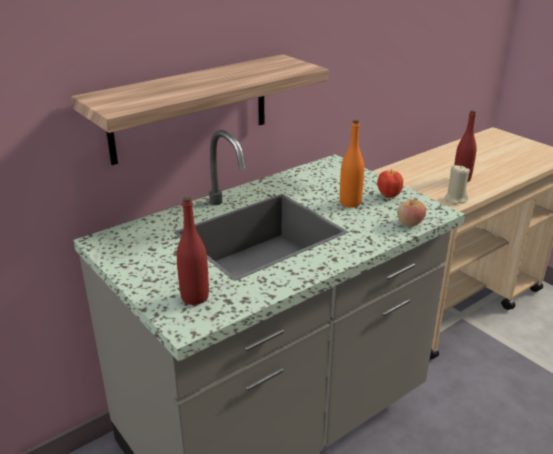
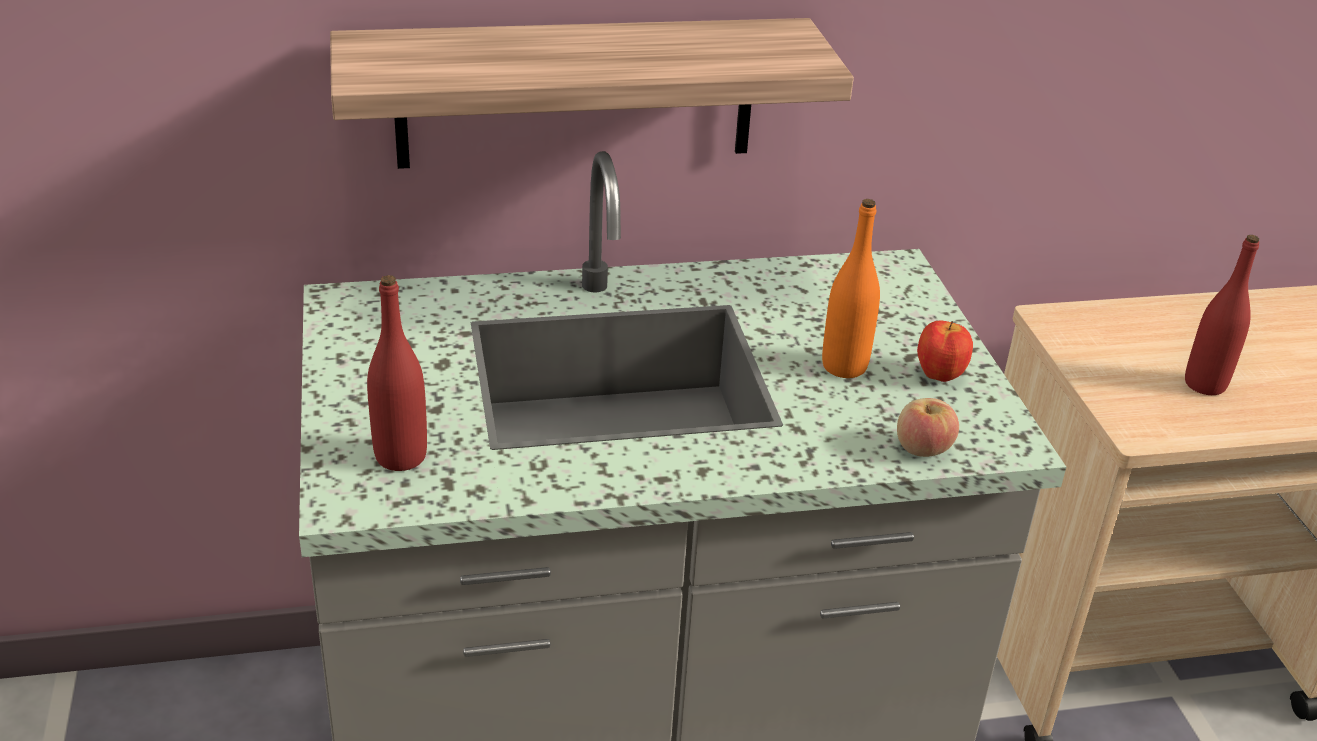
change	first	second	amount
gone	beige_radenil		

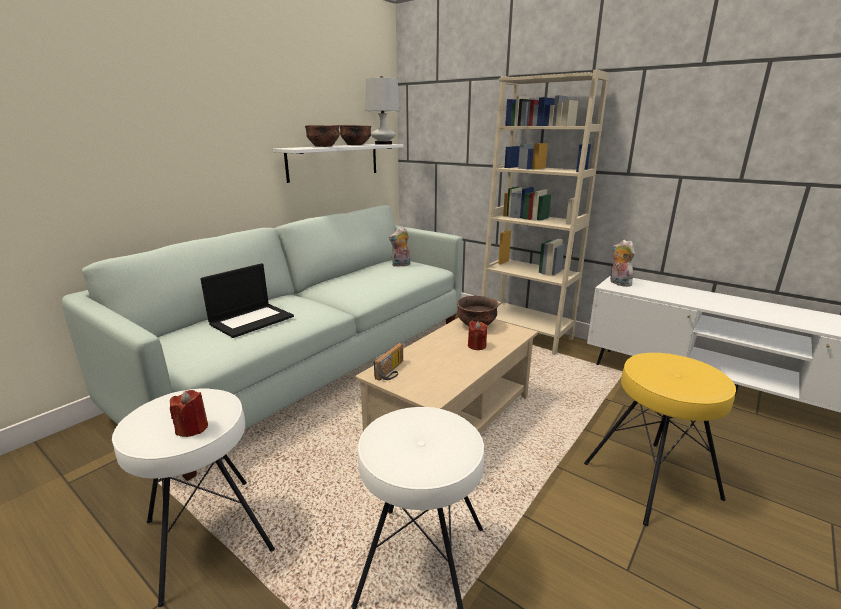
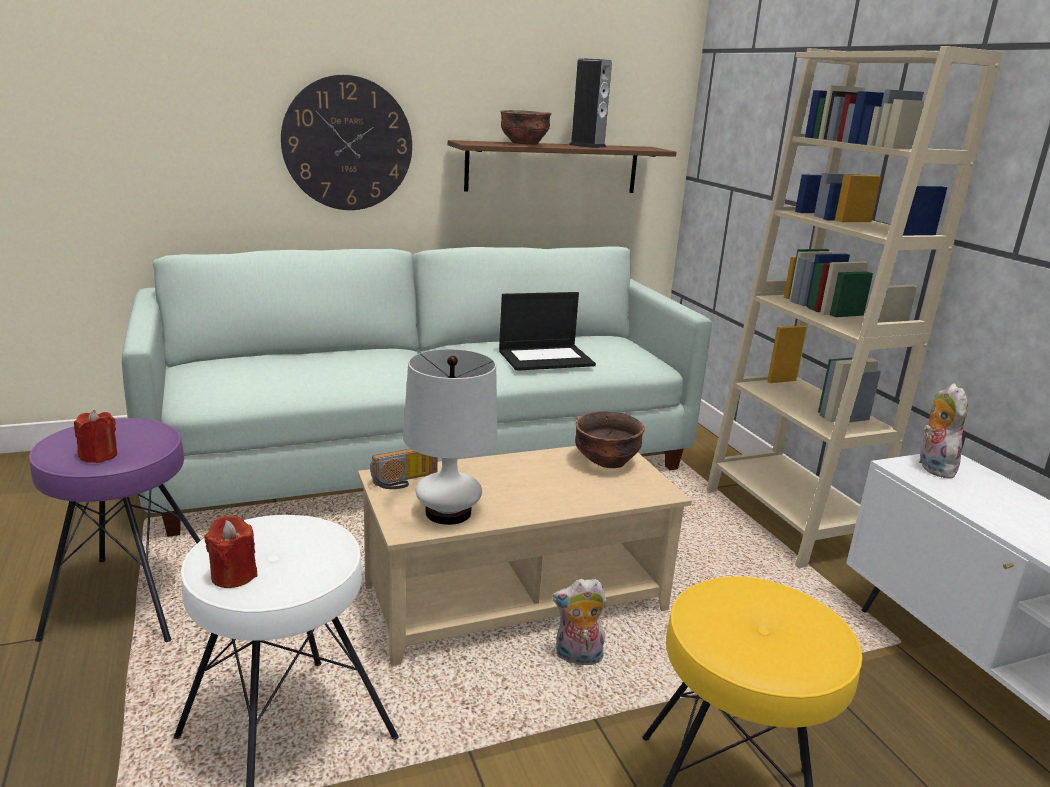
change	first	second	amount
repainted	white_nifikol (no. 1 from left)	purple_nifikol	
shifted	red_radenil (no. 2 from left)		
new		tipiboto	
shifted	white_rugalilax		
repainted	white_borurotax	brown_borurotax	
shifted	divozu		
shifted	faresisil (no. 1 from left)		
swapped	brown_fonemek (no. 2 from left)	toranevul	

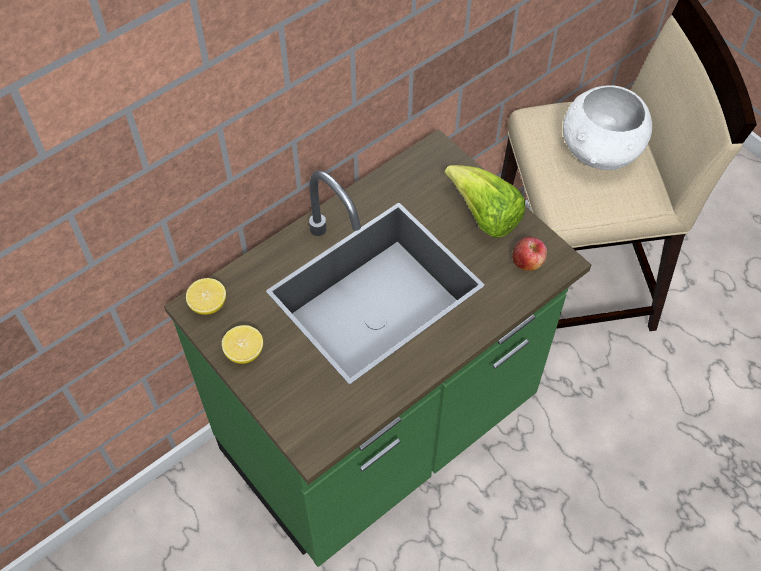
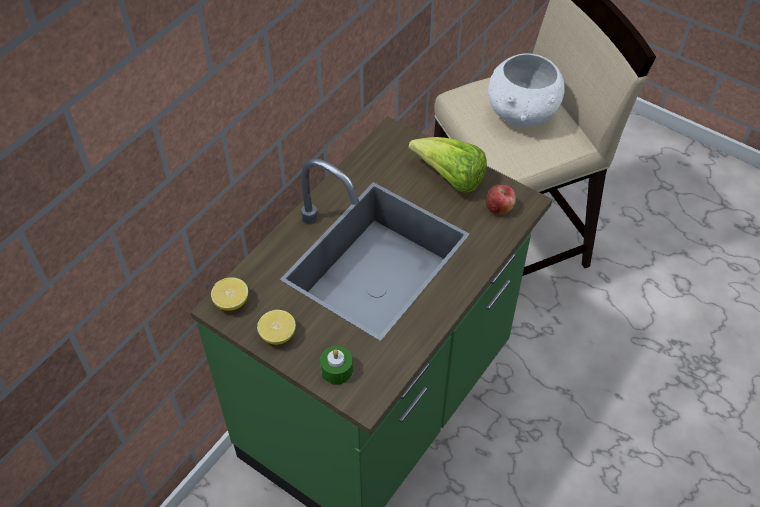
change	first	second	amount
new		green_radenil	

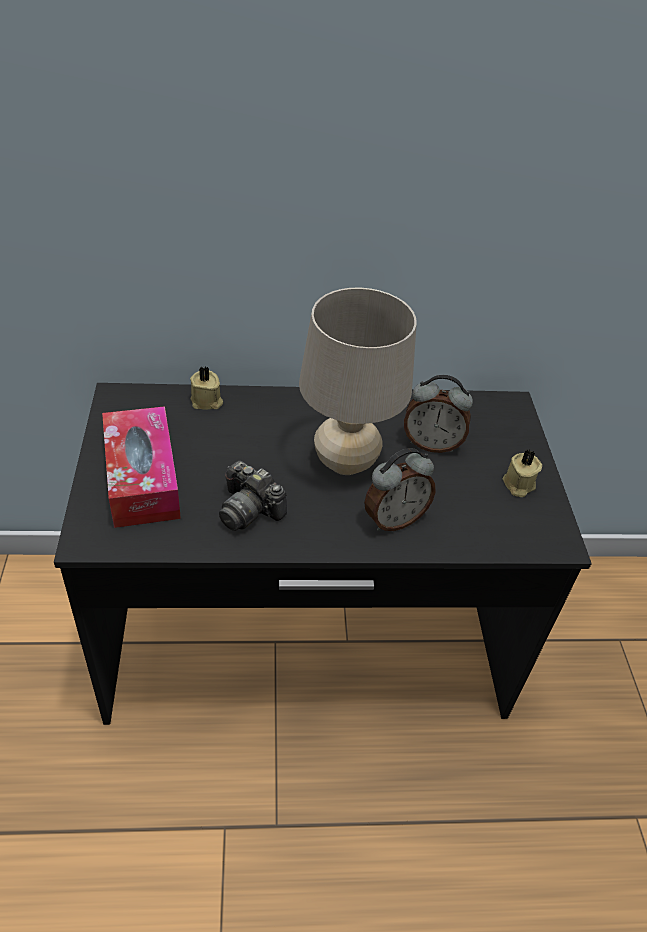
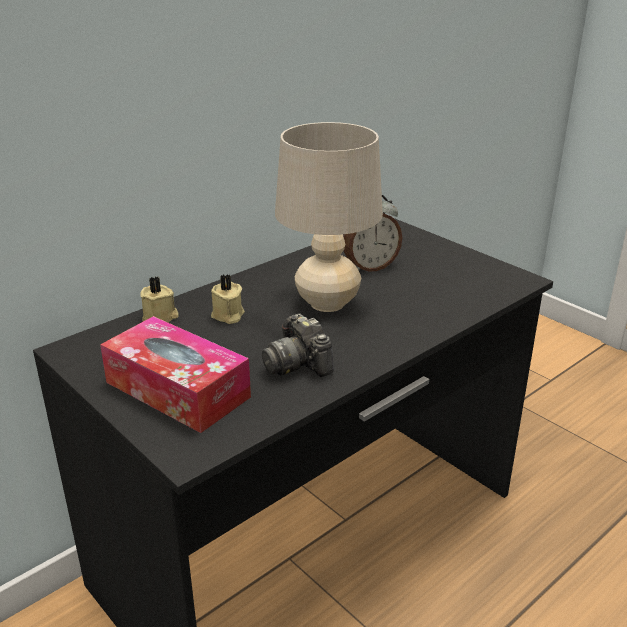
change	first	second	amount
shifted	beige_radenil (no. 2 from left)		
rotated	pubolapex		60 degrees clockwise
gone	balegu (no. 1 from left)		

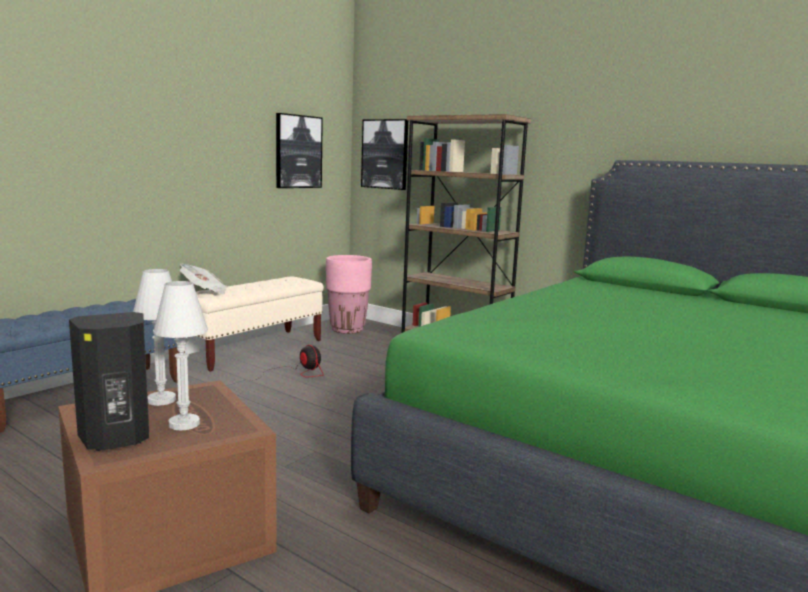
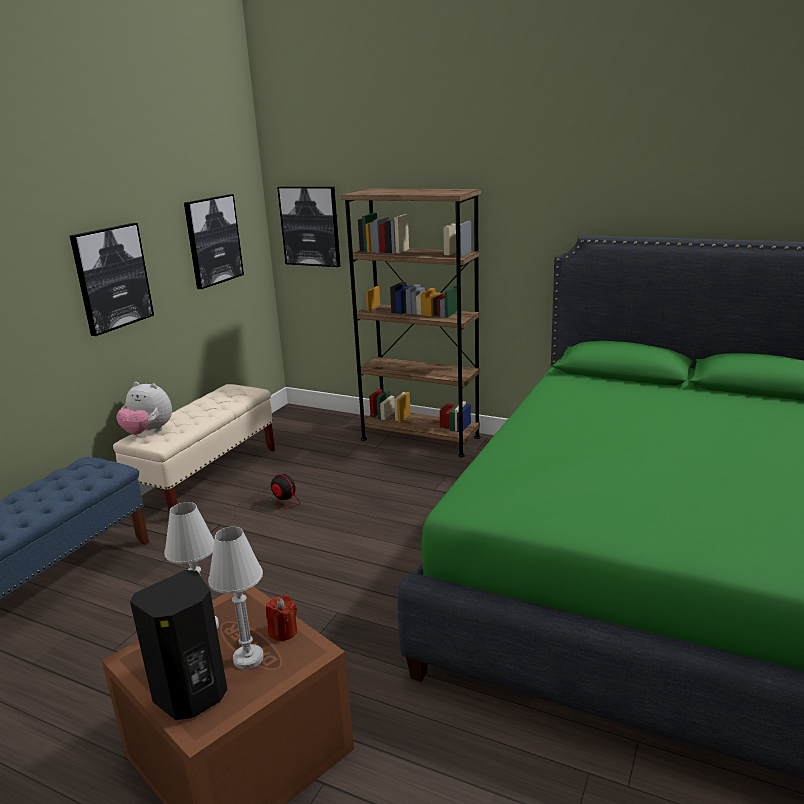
change	first	second	amount
new		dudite (no. 1 from left)	
swapped	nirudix	faresisil	
new		red_radenil	
gone	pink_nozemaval		

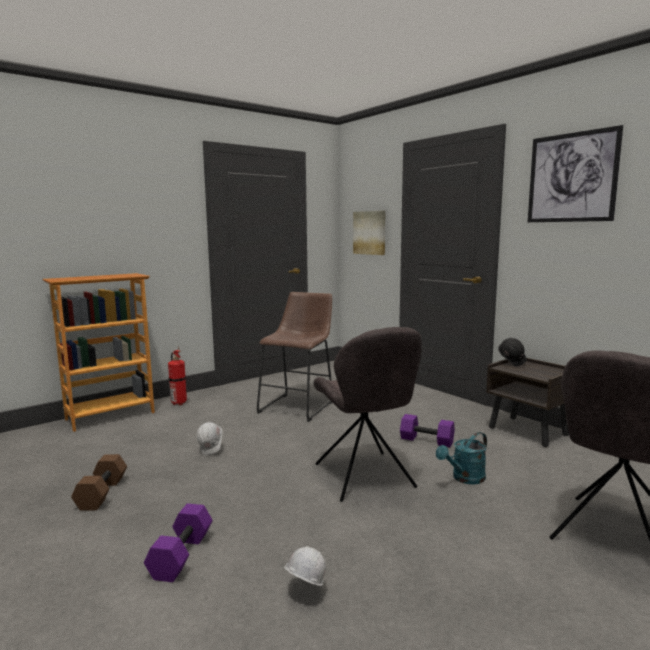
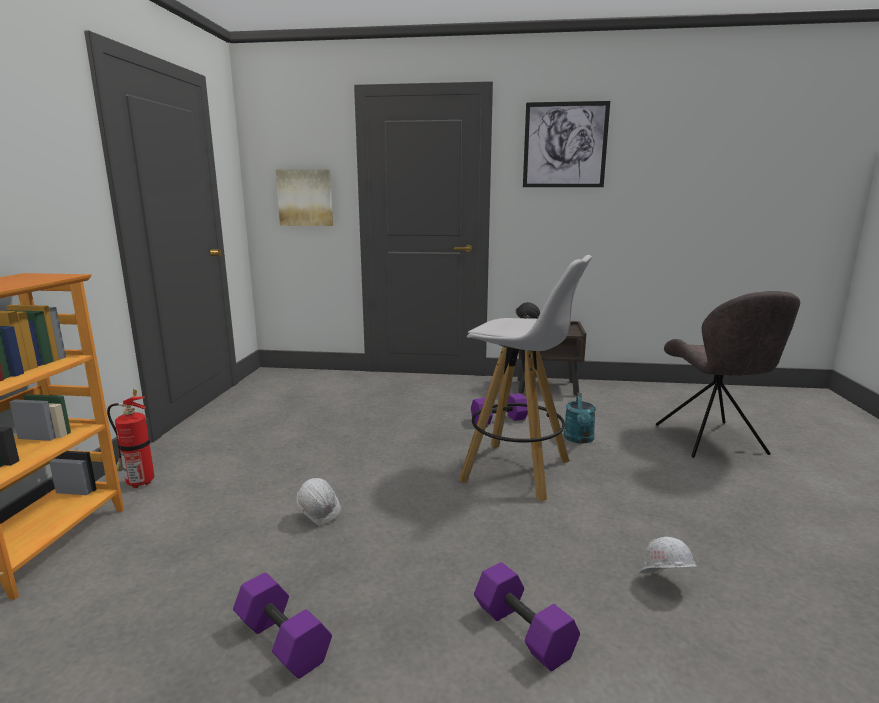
change	first	second	amount
repainted	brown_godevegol	purple_godevegol (no. 1 from left)	
swapped	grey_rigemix (no. 1 from left)	white_nifikol	
gone	brown_nifikol		

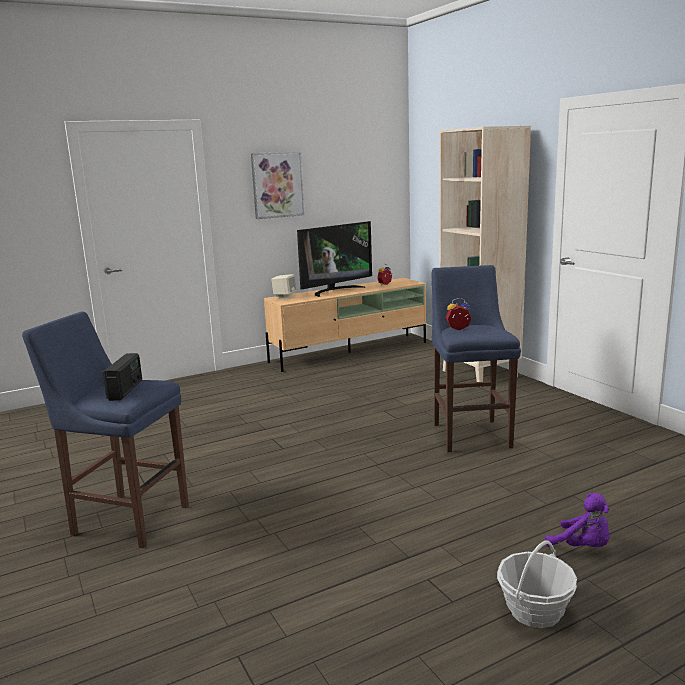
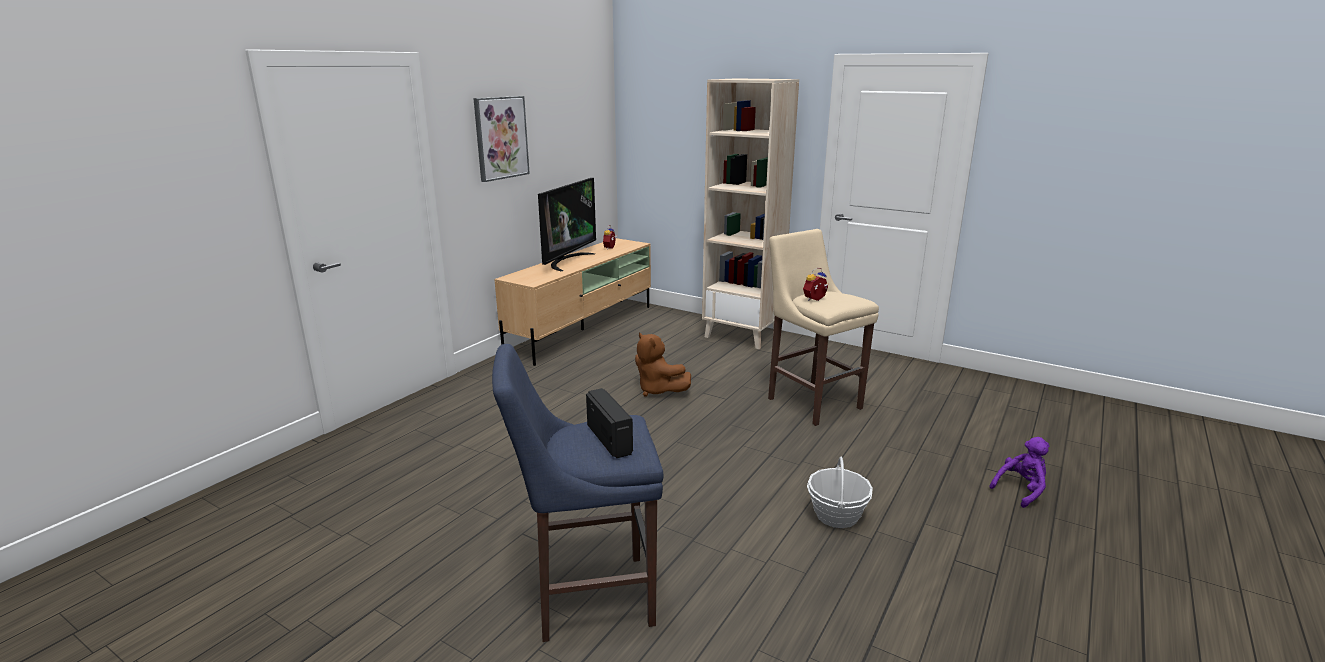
change	first	second	amount
new		brown_faresisil	
repainted	blue_nifikol (no. 2 from left)	beige_nifikol	
shifted	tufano		
rotated	purple_faresisil		45 degrees counterclockwise
gone	beige_toranevul		

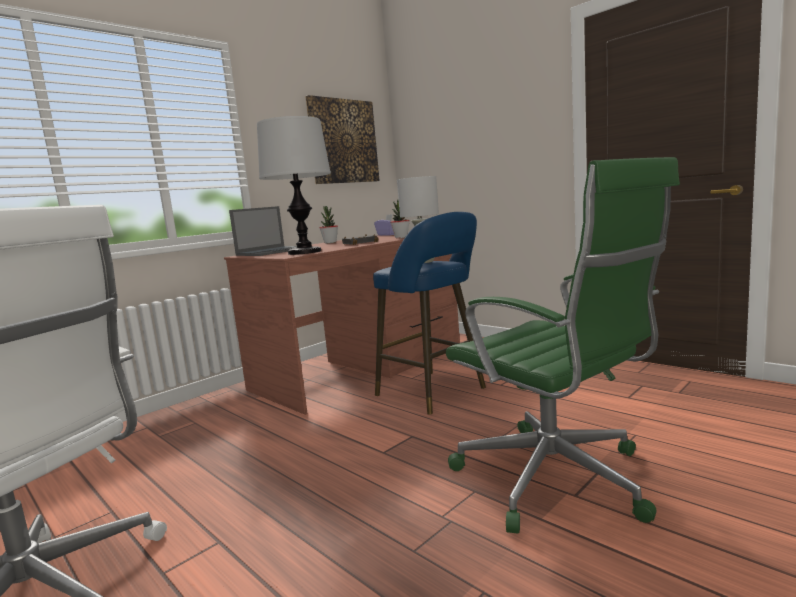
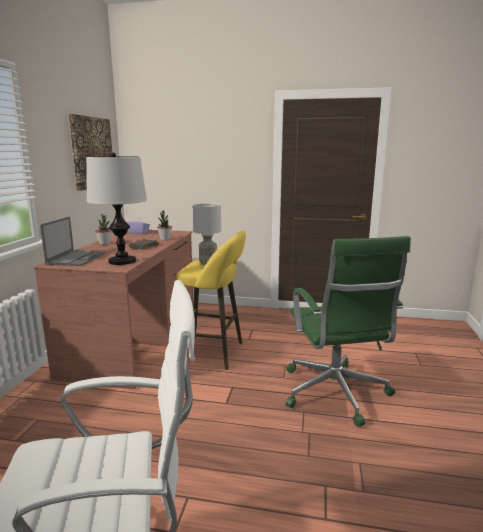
change	first	second	amount
repainted	blue_nifikol	yellow_nifikol	
rotated	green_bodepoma		60 degrees clockwise

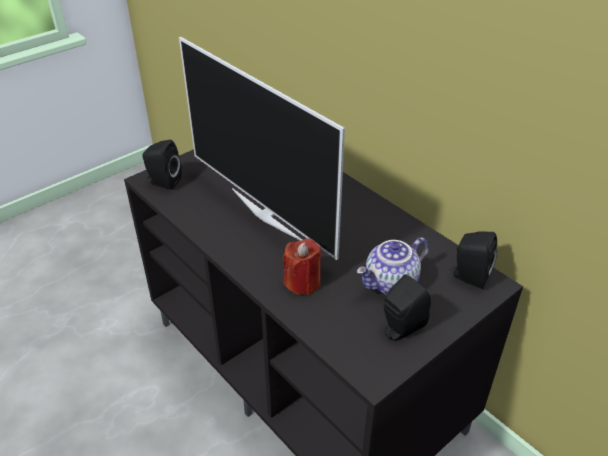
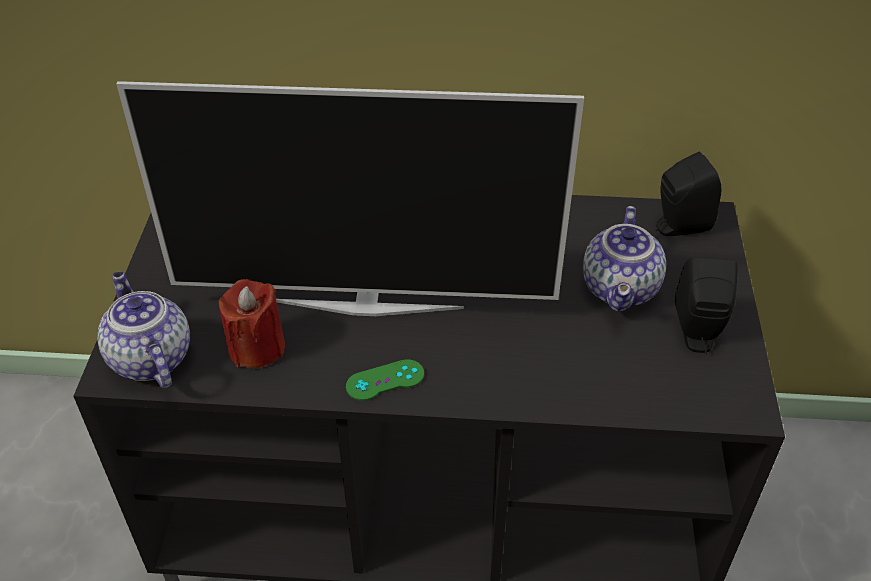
change	first	second	amount
swapped	black_toranevul (no. 1 from left)	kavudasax (no. 1 from left)	
shifted	red_radenil		
new		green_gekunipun	

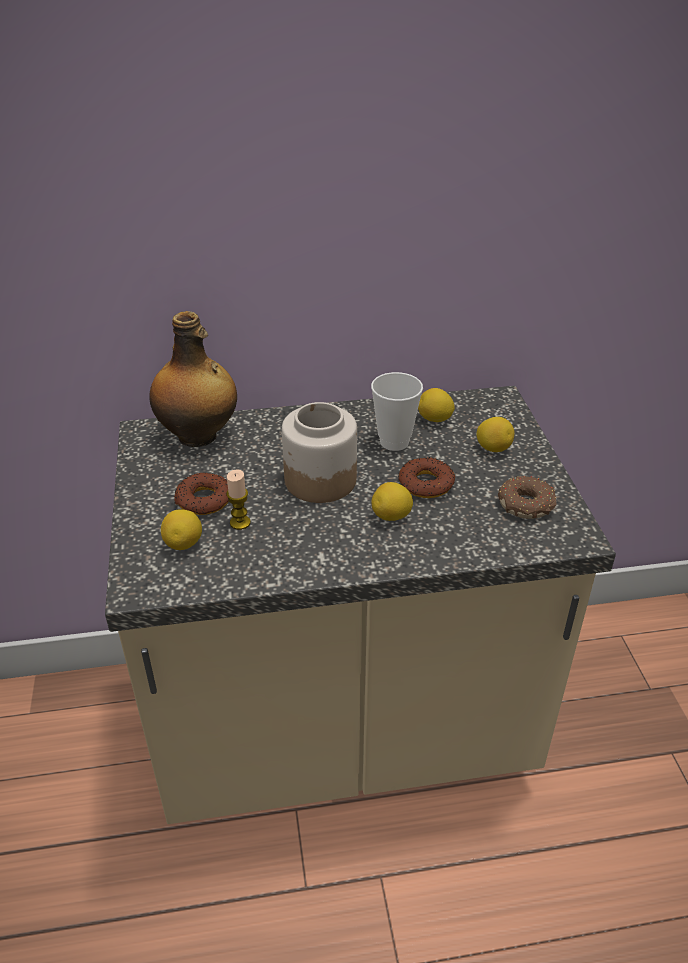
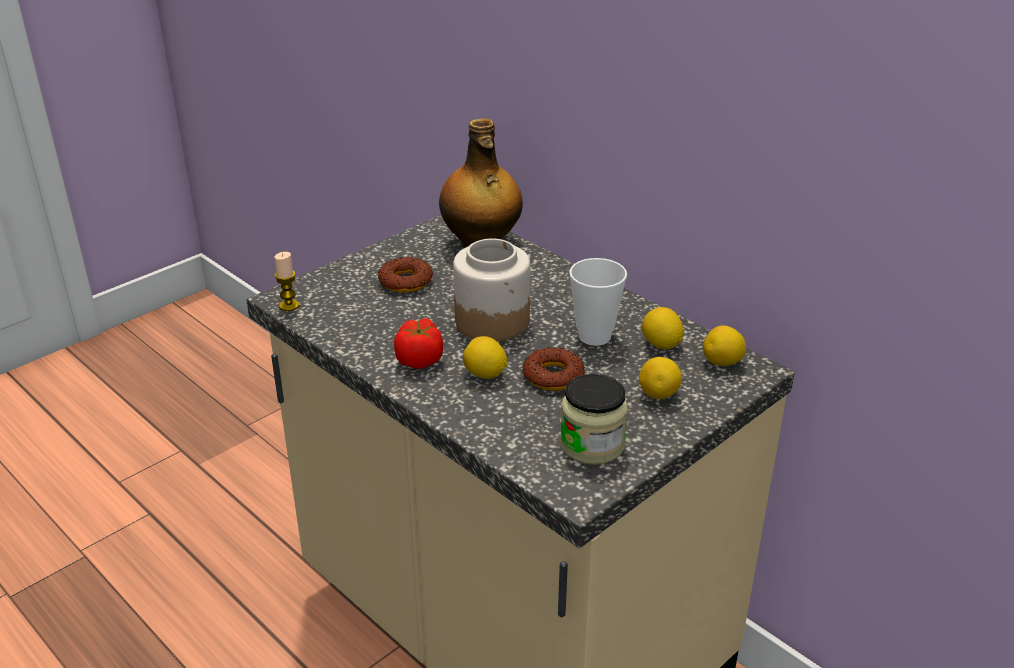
change	first	second	amount
shifted	radenil		
new		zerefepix	
swapped	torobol (no. 3 from left)	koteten (no. 2 from left)	
shifted	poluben (no. 1 from left in the first image)	poluben (no. 4 from left)	

